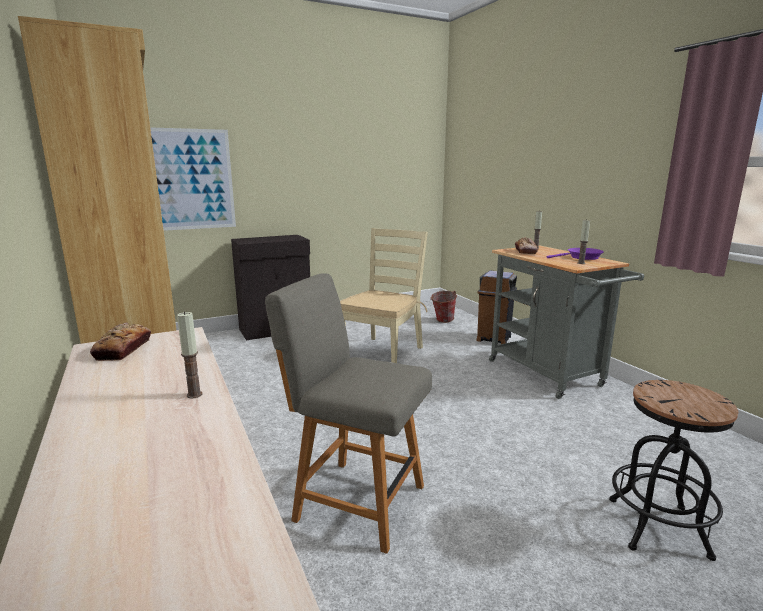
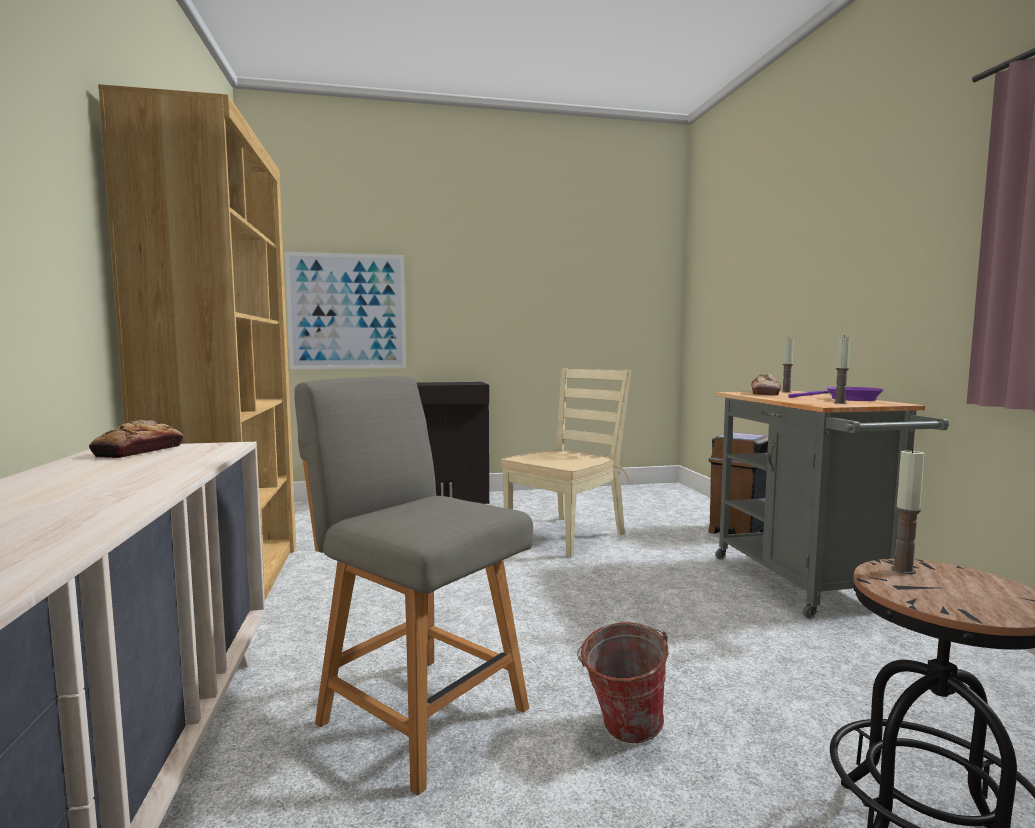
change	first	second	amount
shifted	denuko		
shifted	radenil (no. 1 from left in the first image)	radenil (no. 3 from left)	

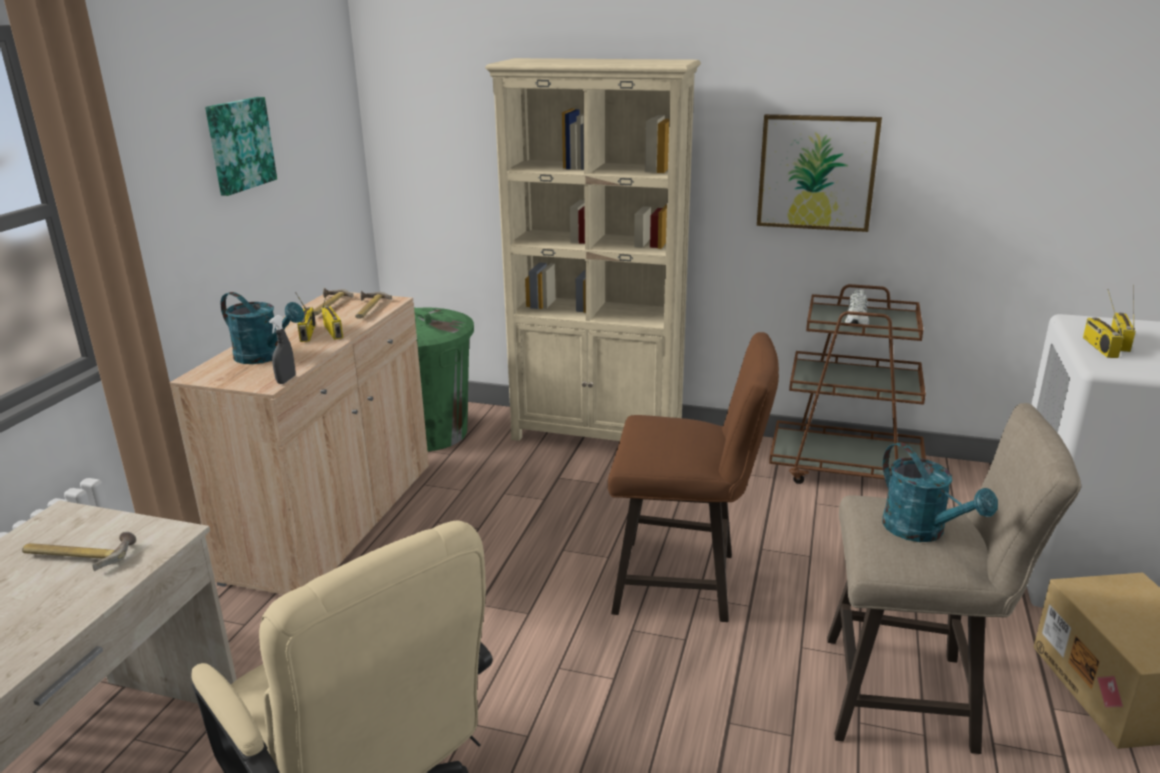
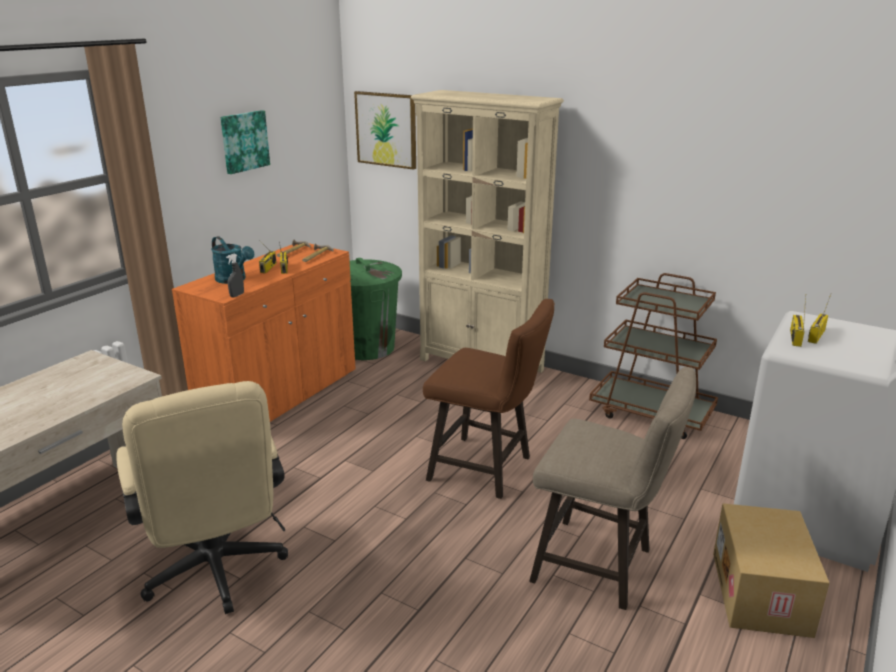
change	first	second	amount
repainted	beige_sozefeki	orange_sozefeki	
shifted	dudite (no. 2 from left)		
gone	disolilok (no. 1 from left)		
gone	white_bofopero		
gone	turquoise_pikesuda (no. 2 from left)		

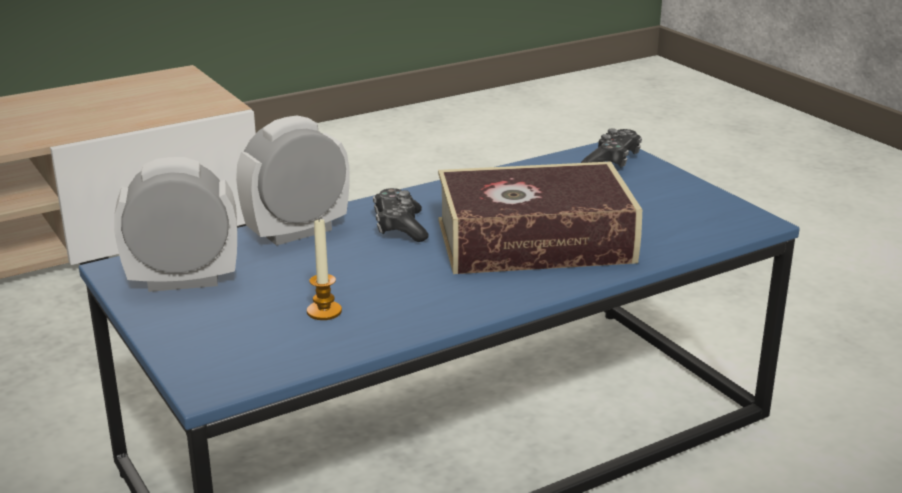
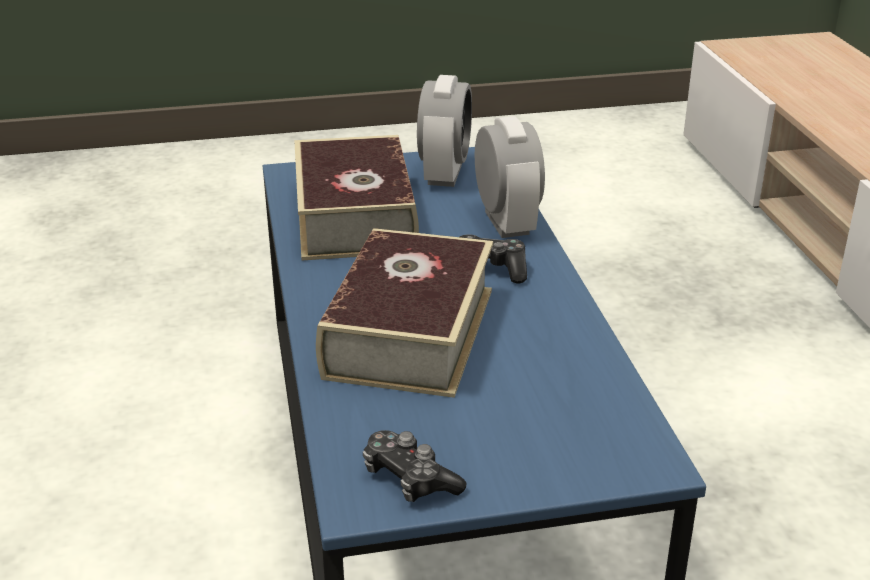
change	first	second	amount
swapped	radenil	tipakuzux (no. 1 from left)	
shifted	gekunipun (no. 2 from left in the first image)	gekunipun (no. 1 from left)	

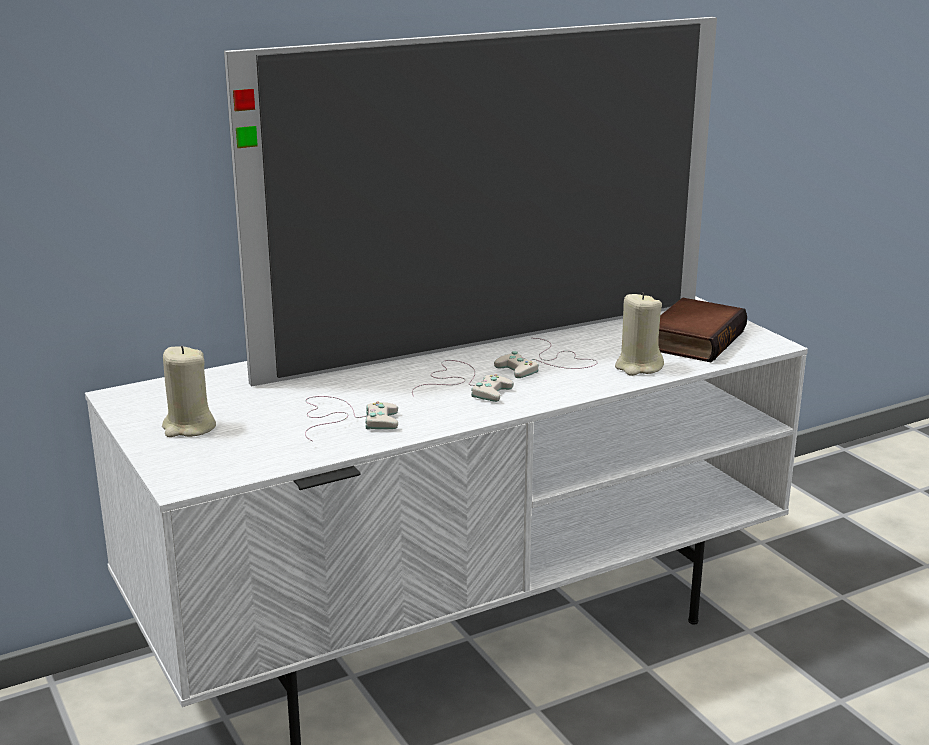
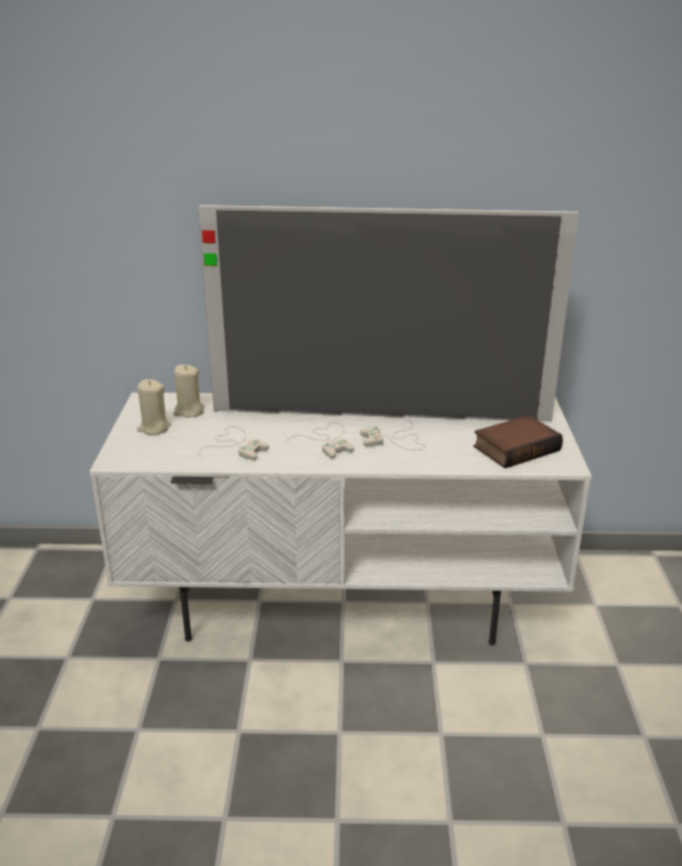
change	first	second	amount
shifted	beige_radenil (no. 2 from left)		

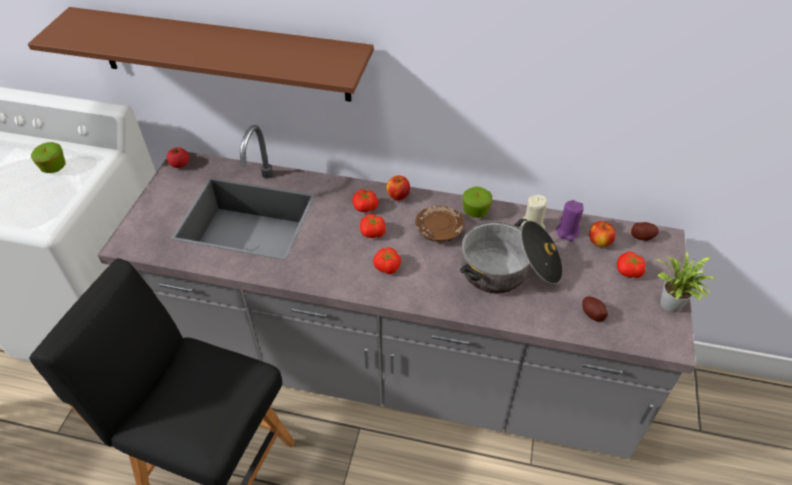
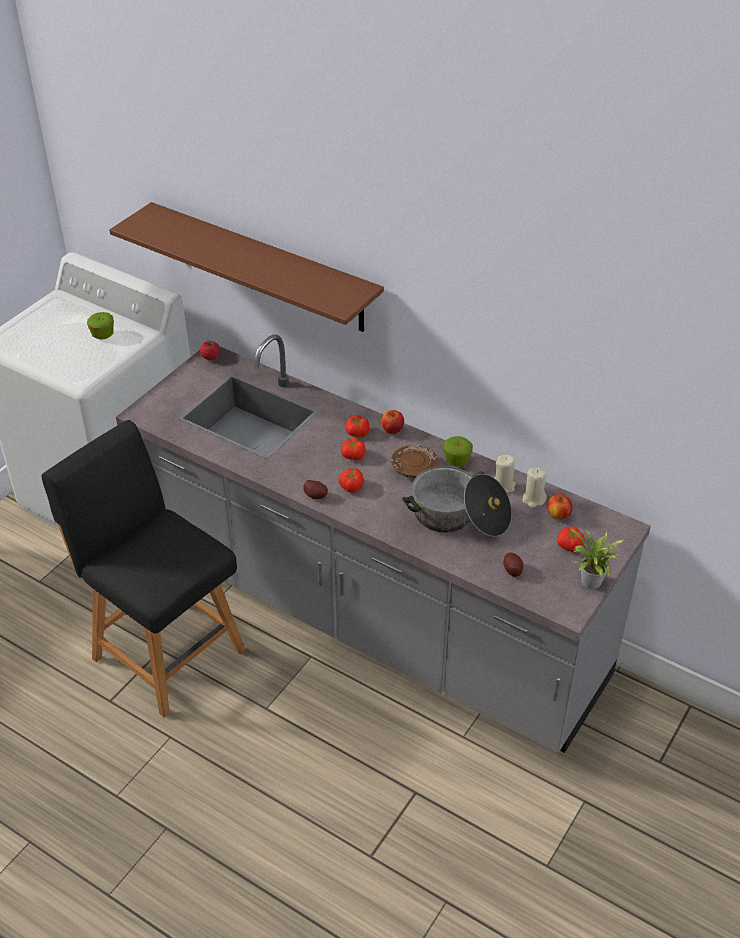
change	first	second	amount
shifted	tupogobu (no. 2 from left in the first image)	tupogobu (no. 1 from left)	
repainted	purple_radenil	beige_radenil (no. 2 from left)	

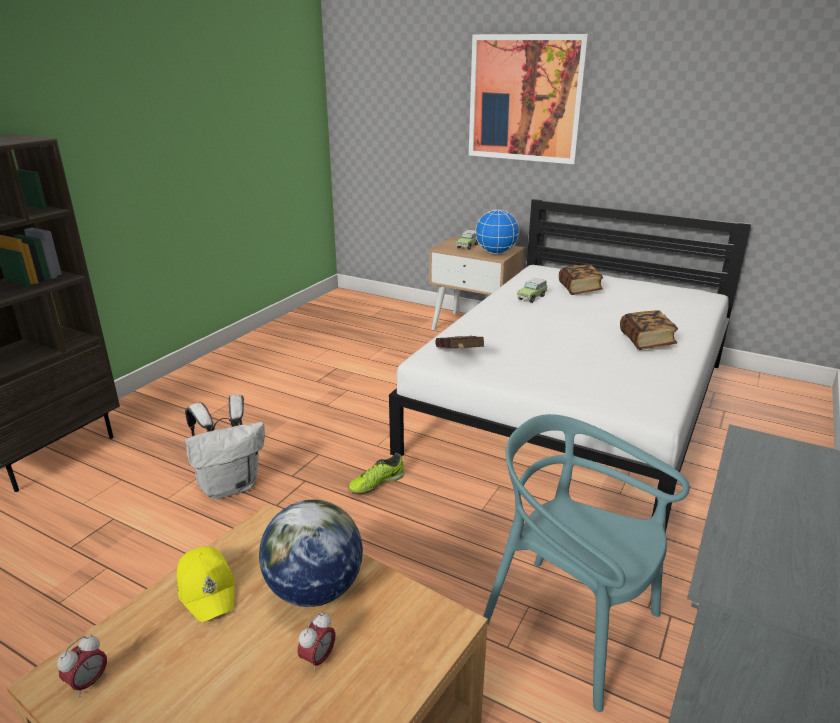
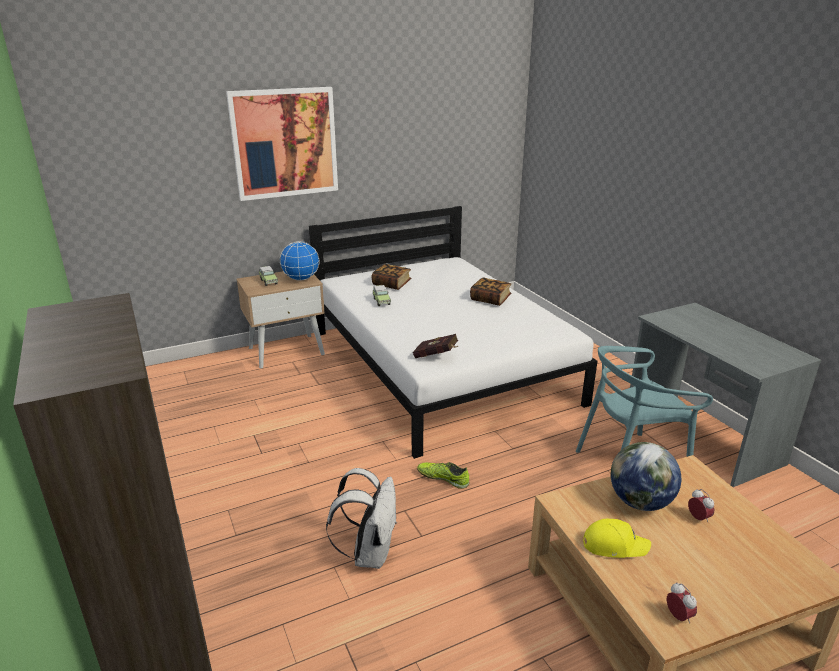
change	first	second	amount
rotated	bofopero		120 degrees clockwise

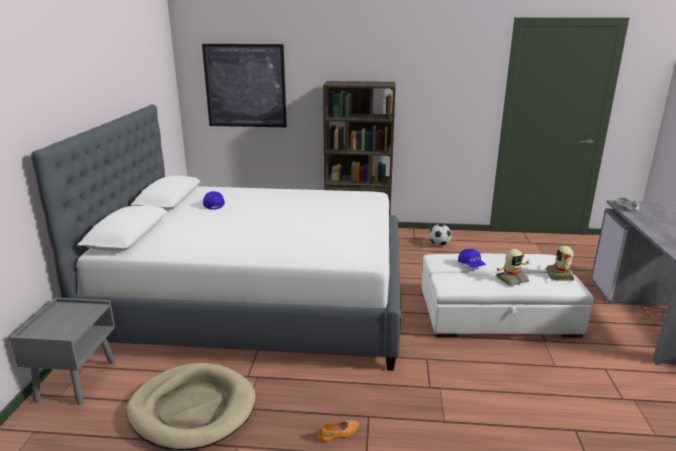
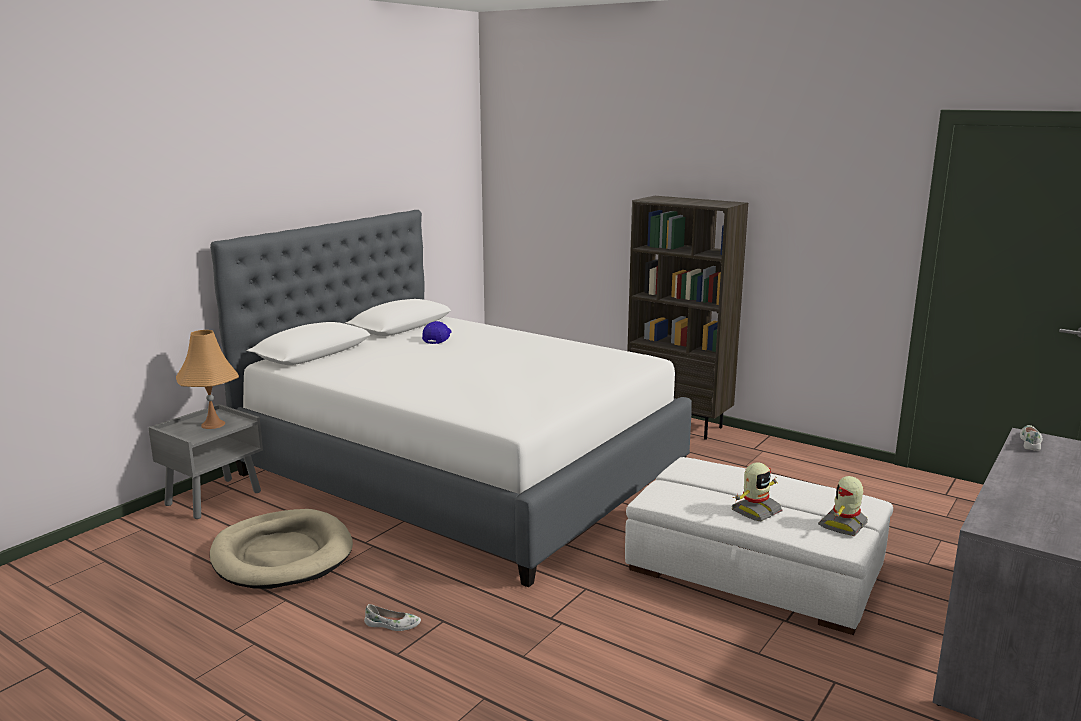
change	first	second	amount
new		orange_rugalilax	
repainted	orange_bofopero	white_bofopero (no. 1 from left)	
rotated	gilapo (no. 1 from left)		45 degrees counterclockwise
gone	dudite		
gone	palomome		
gone	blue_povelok (no. 2 from left)		

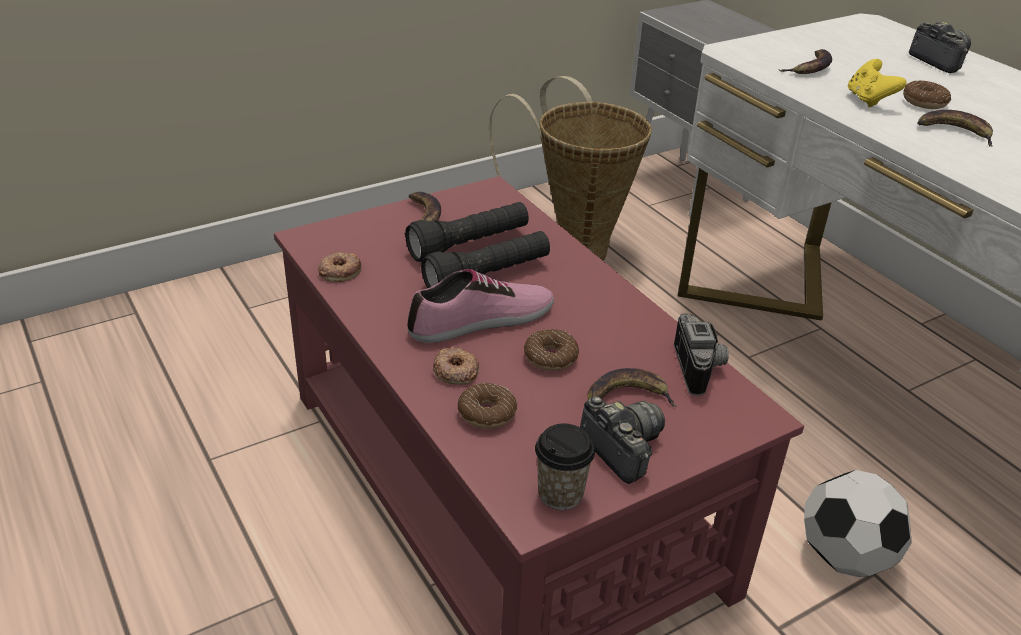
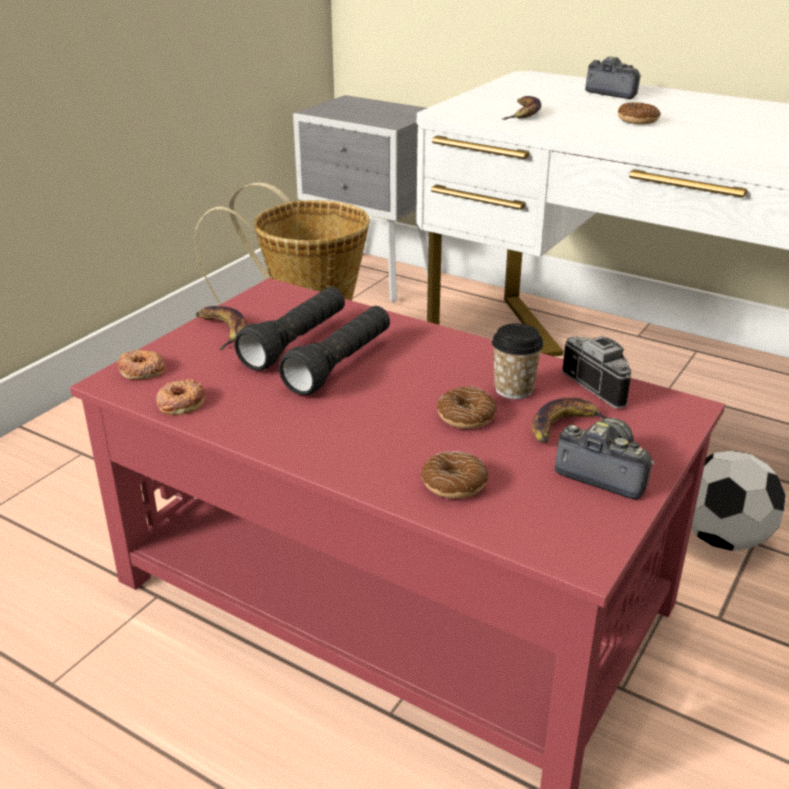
change	first	second	amount
shifted	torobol (no. 2 from left in the first image)	torobol (no. 1 from left)	
shifted	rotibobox		
gone	bofopero		
gone	yellow_gekunipun		
gone	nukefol (no. 4 from left)		

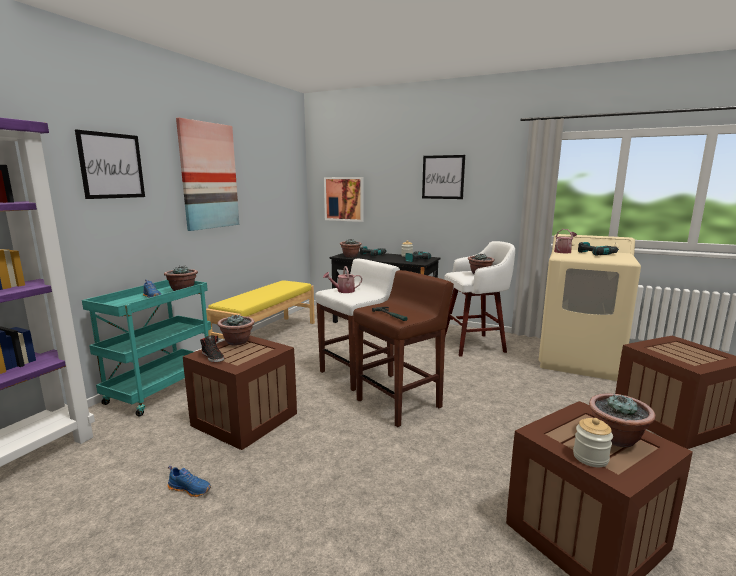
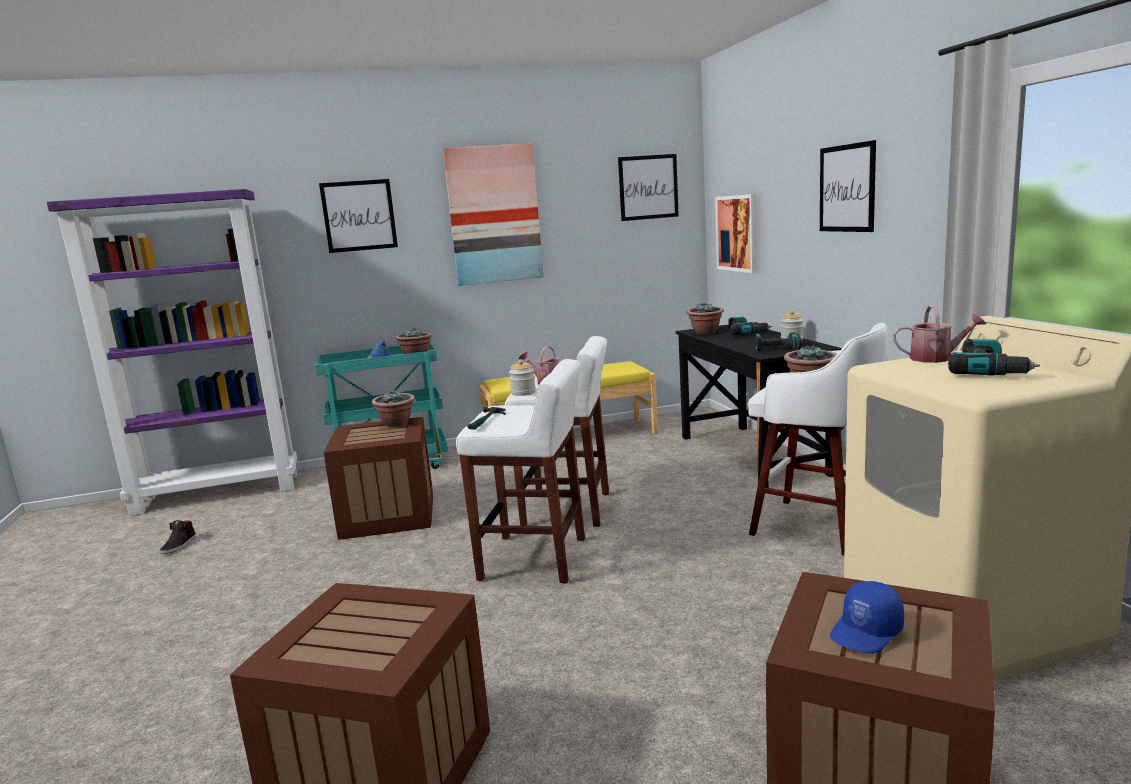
change	first	second	amount
shifted	black_bofopero		
repainted	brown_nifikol	white_nifikol (no. 1 from left)	
shifted	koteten (no. 2 from left in the first image)	koteten (no. 1 from left)	
new		dudite (no. 3 from left)	
new		blue_povelok	
gone	blue_bofopero (no. 2 from left)		
gone	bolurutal (no. 5 from left)		

